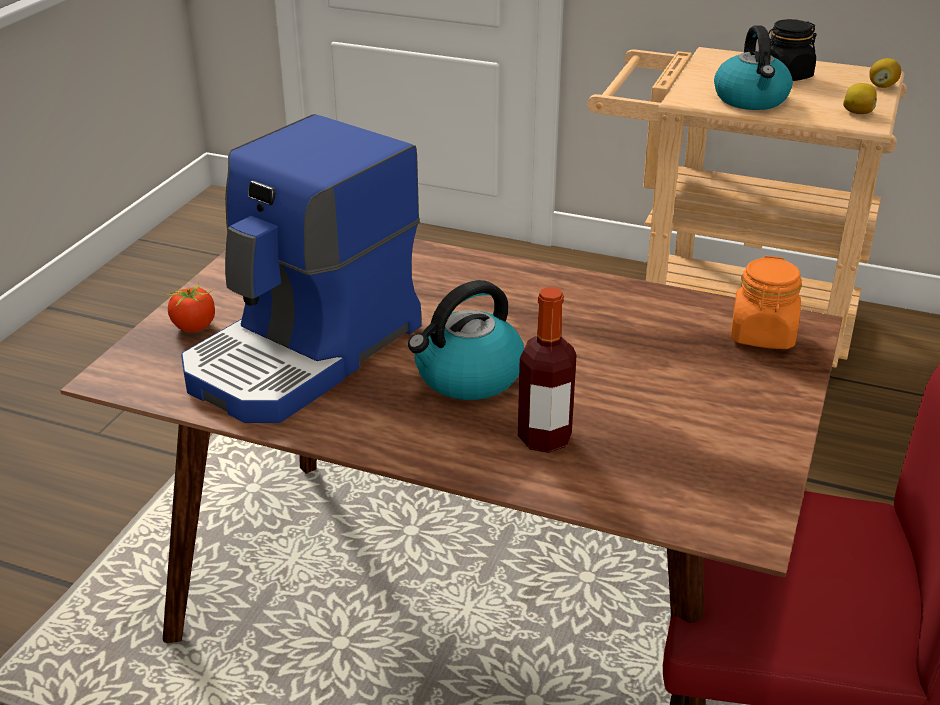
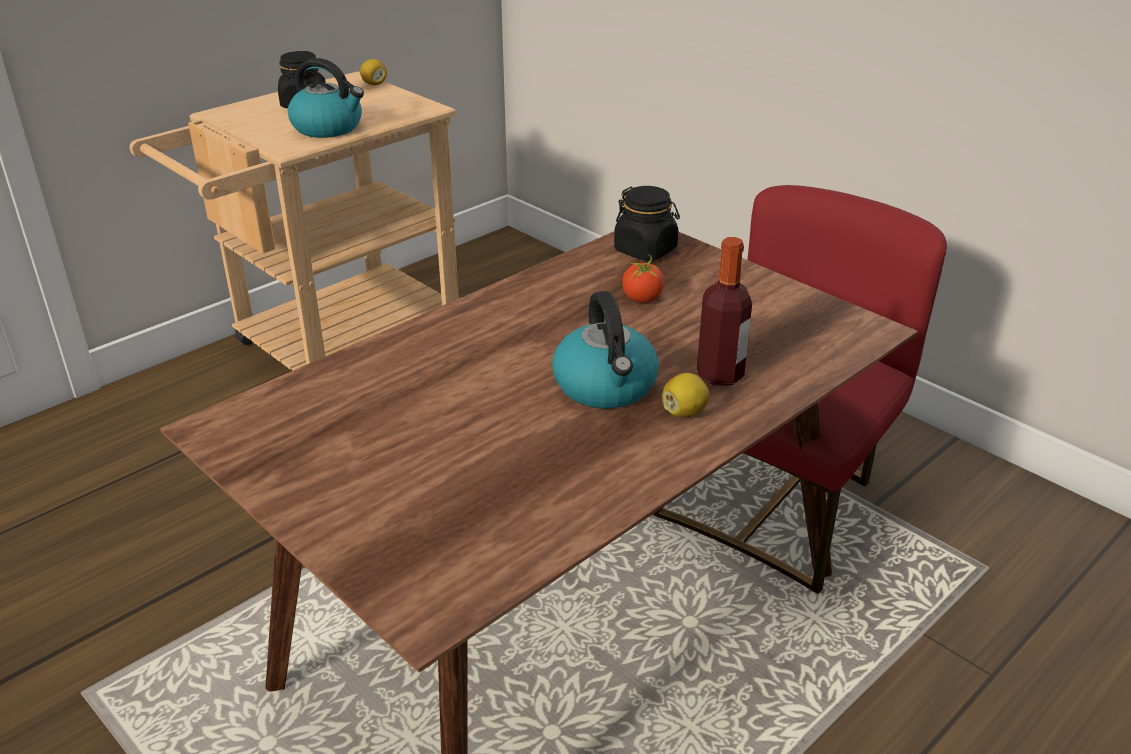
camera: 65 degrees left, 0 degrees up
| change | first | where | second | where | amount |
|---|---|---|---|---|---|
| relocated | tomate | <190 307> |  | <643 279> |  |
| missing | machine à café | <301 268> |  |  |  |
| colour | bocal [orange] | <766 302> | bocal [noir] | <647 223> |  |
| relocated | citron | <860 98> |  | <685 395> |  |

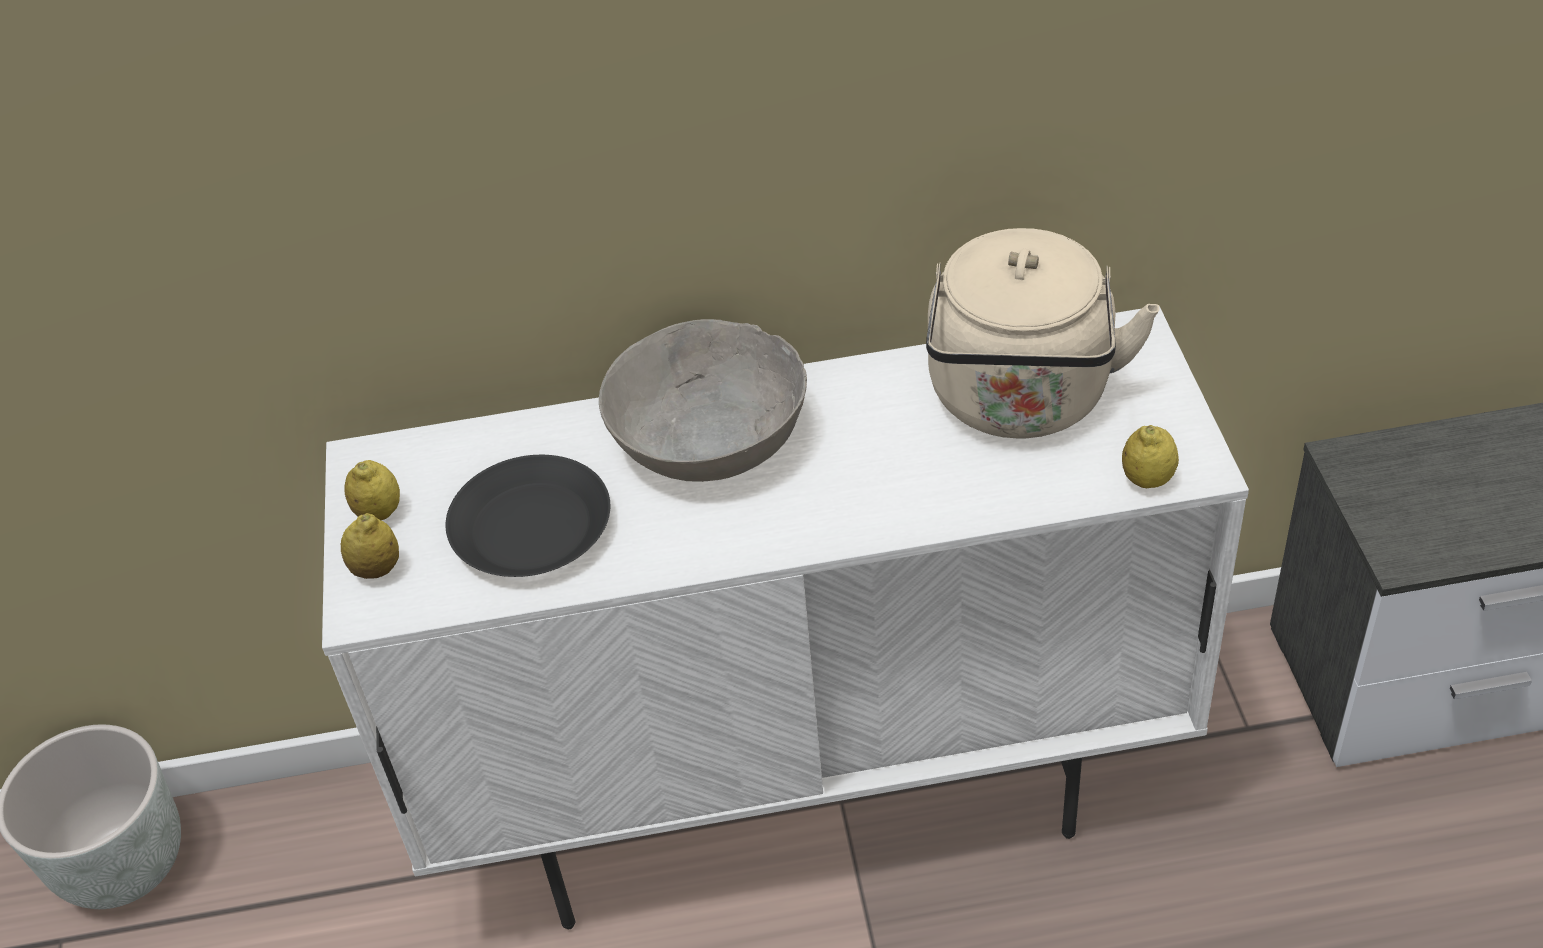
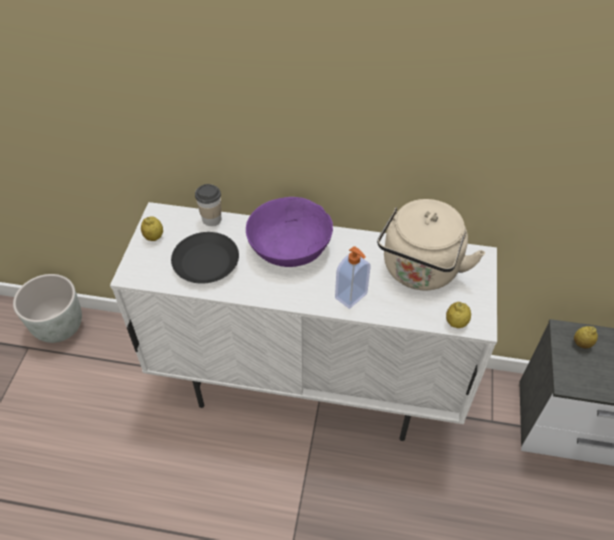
camera: 15 degrees right, 5 degrees up
| change | first | where | second | where | amount |
|---|---|---|---|---|---|
| relocated | citron | <370 546> |  | <586 337> |  |
| colour | bol [gris] | <703 400> | bol [violet] | <289 232> |  |
| appeared |  |  | tasse | <208 205> |  |
| appeared |  |  | distributeur de savon | <353 277> |  |

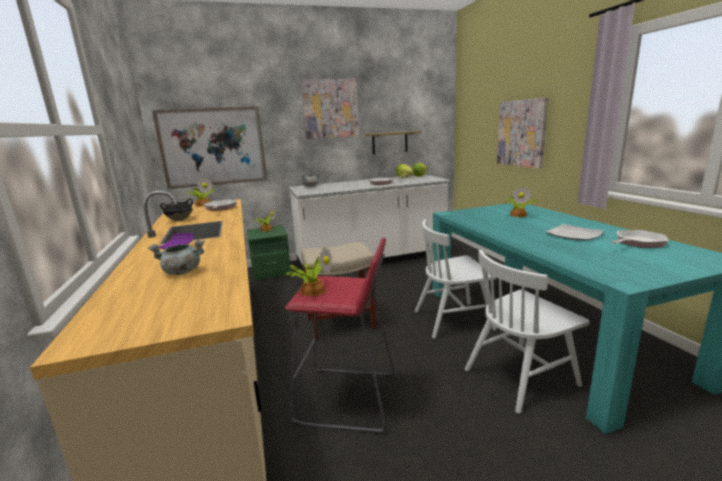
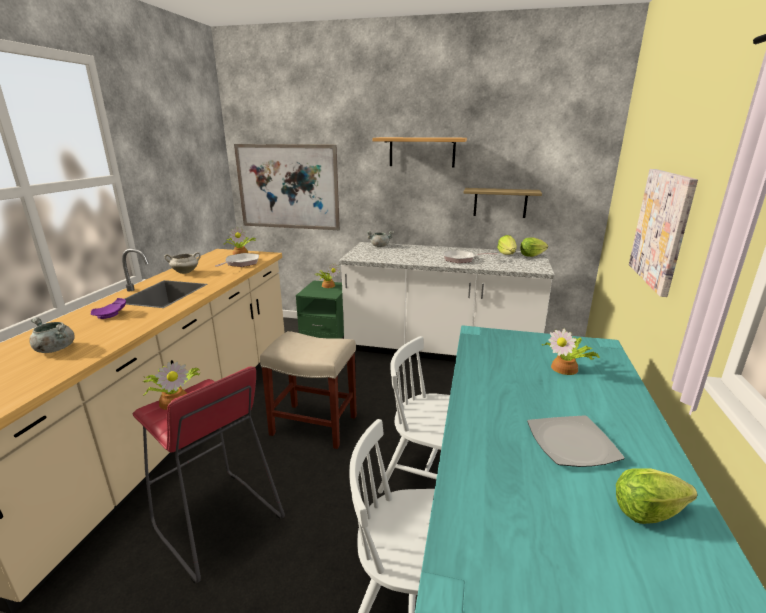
camera: 30 degrees right, 5 degrees up
| change | first | where | second | where | amount |
|---|---|---|---|---|---|
| colour | marmite [noir] | <176 209> | marmite [blanc] | <182 263> |  |
| exchanged | tableau | <330 109> | étagère | <419 152> |  |
| exchanged | poêle | <639 239> | laitue | <656 496> |  |

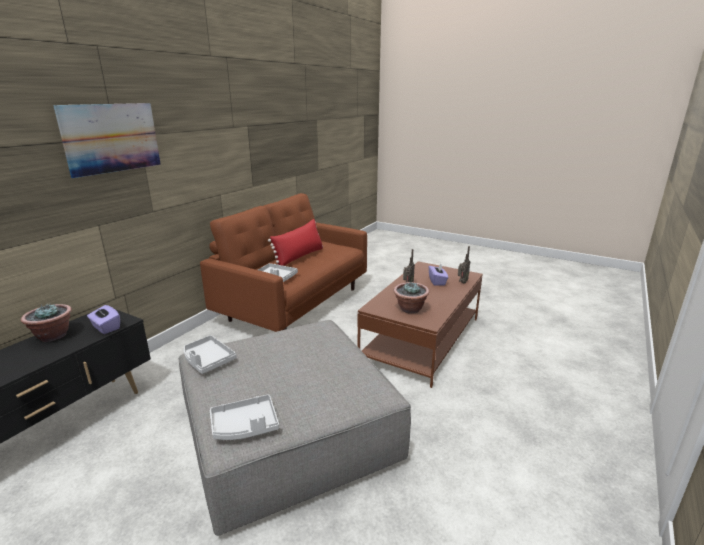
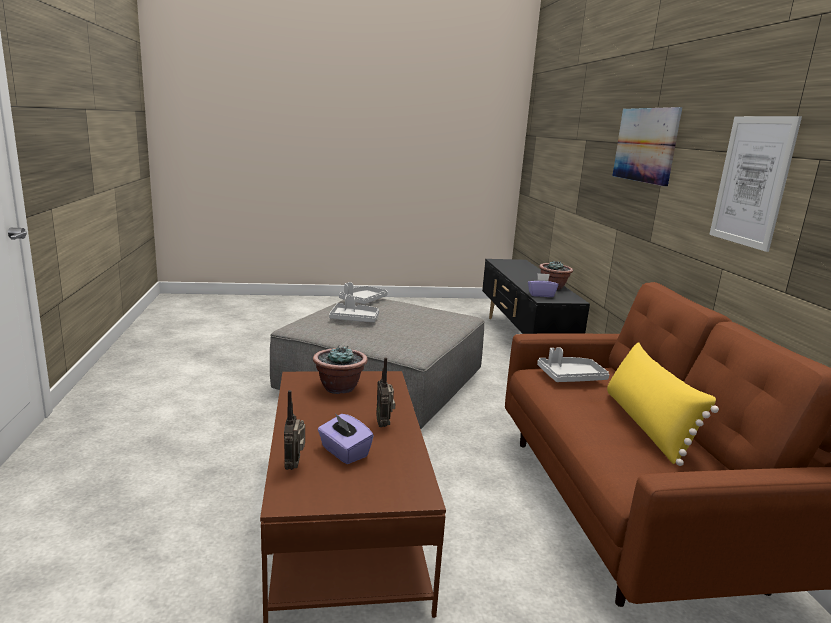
camera: 140 degrees right, 5 degrees down
| change | first | where | second | where | amount |
|---|---|---|---|---|---|
| relocated | plateau [gris] | <210 354> |  | <354 309> |  |
| colour | coussin [rouge] | <295 242> | coussin [jaune] | <663 404> |  |
| appeared |  |  | tableau | <755 184> |  |

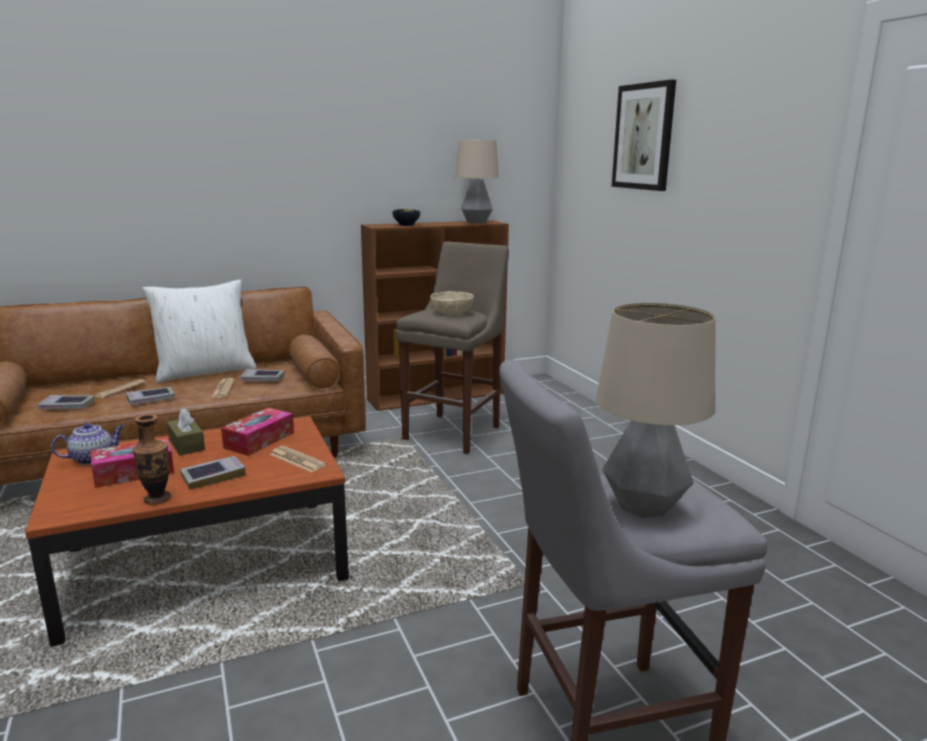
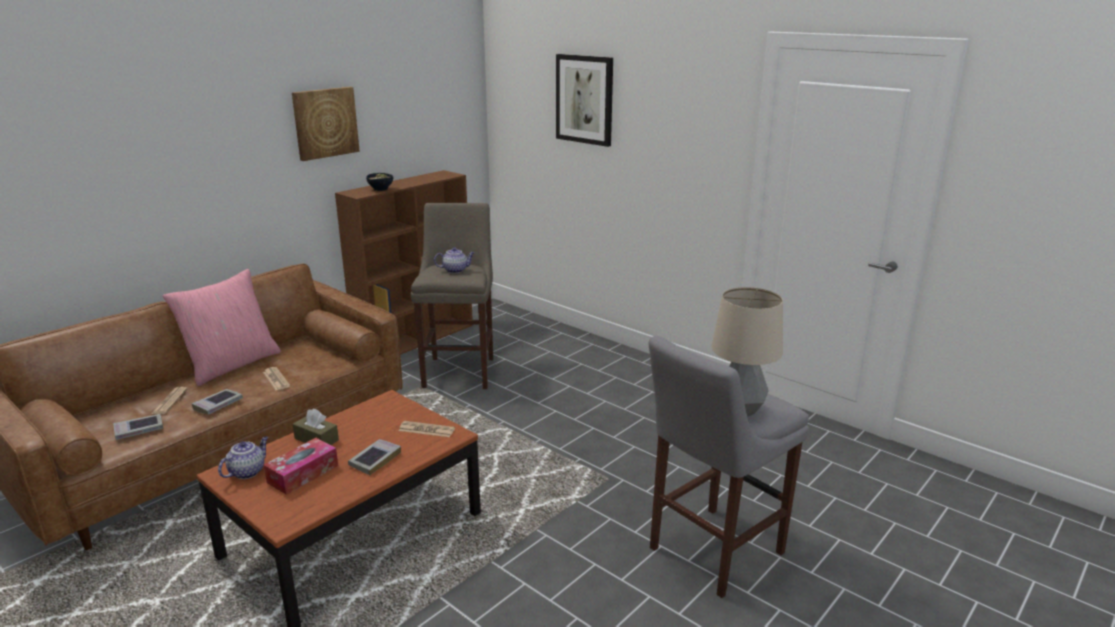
camera: 25 degrees left, 5 degrees up
| change | first | where | second | where | amount |
|---|---|---|---|---|---|
| missing | vase | <152 459> |  |  |  |
| colour | coussin [blanc] | <199 331> | coussin [rose] | <221 327> |  |
| missing | boîte à mouchoirs | <257 432> |  |  |  |
| missing | livre | <262 375> |  |  |  |
| exchanged | bol [beige] | <452 303> | théière | <454 260> |  |
| missing | lampe de table | <477 181> |  |  |  |
| appeared |  |  | tableau | <326 124> |  |

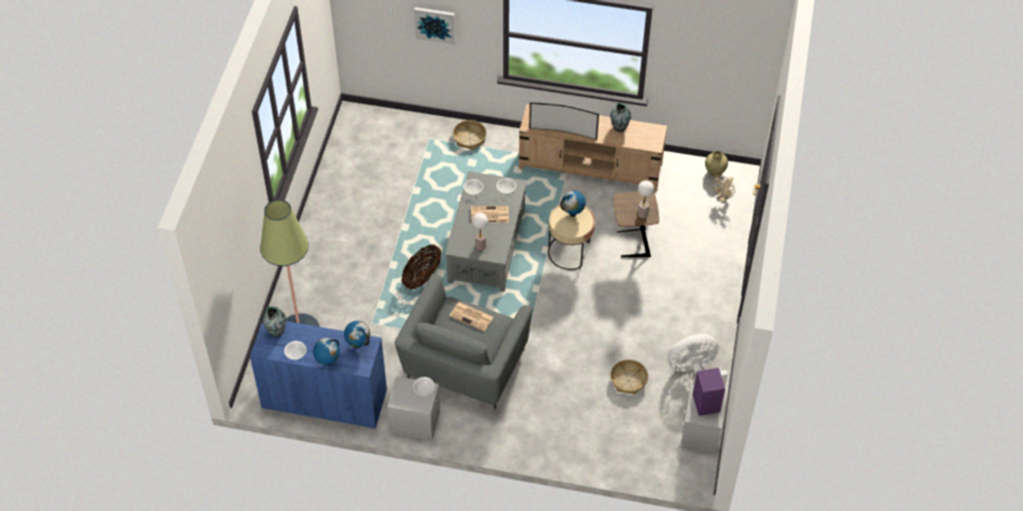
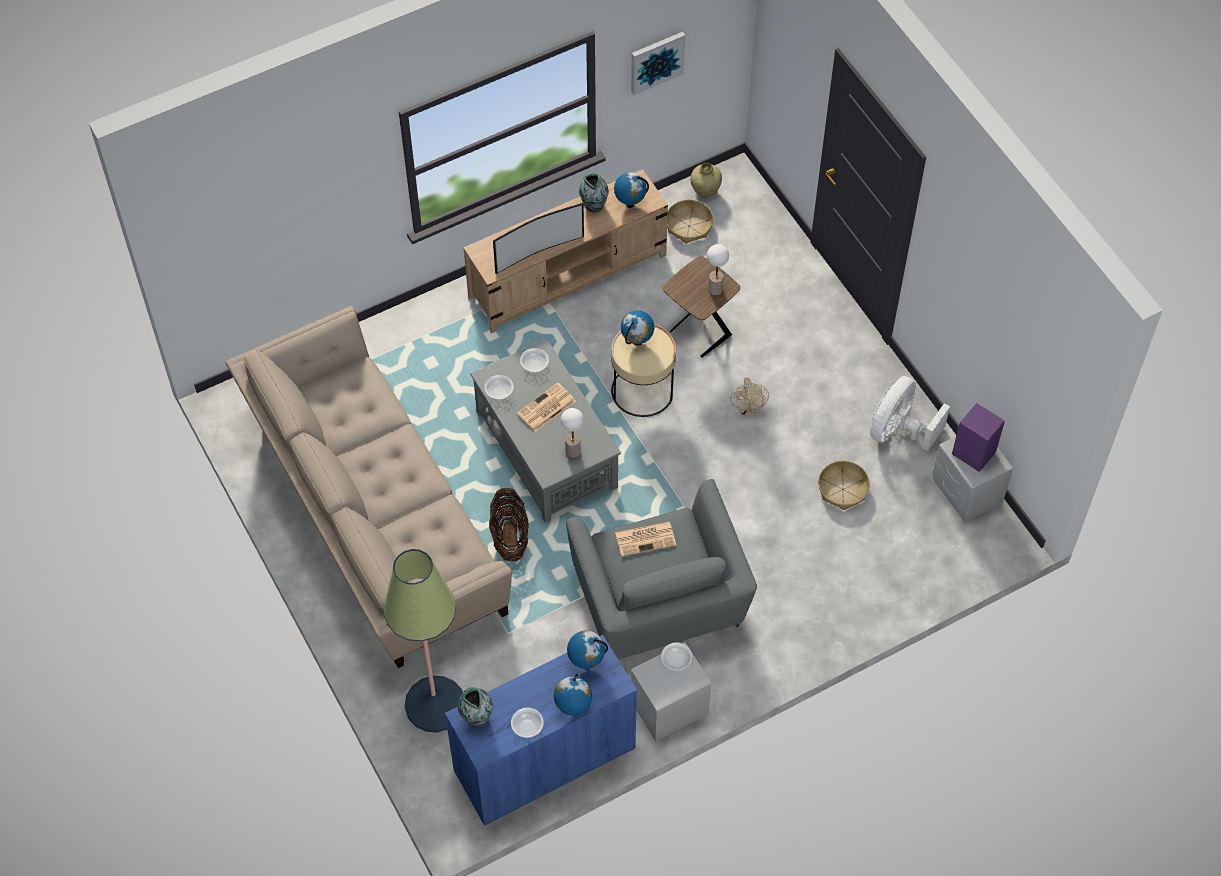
camera: 40 degrees left, 5 degrees up
| change | first | where | second | where | amount |
|---|---|---|---|---|---|
| relocated | tableau | <435 25> |  | <658 63> |  |
| relocated | panier | <469 135> |  | <690 221> |  |
| relocated | ventilateur [beige] | <723 189> |  | <749 396> |  |
| appeared |  |  | canapé [beige] | <369 487> |  |
| appeared |  |  | globe | <631 190> |  |

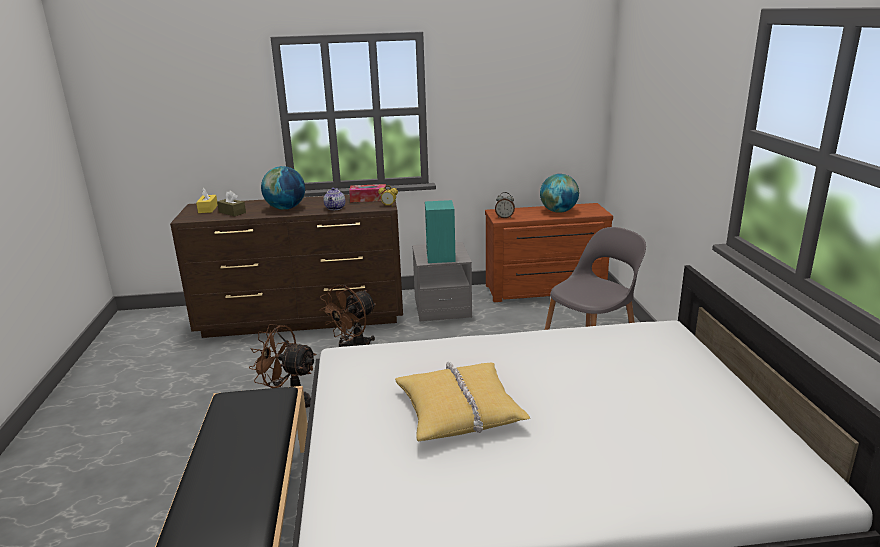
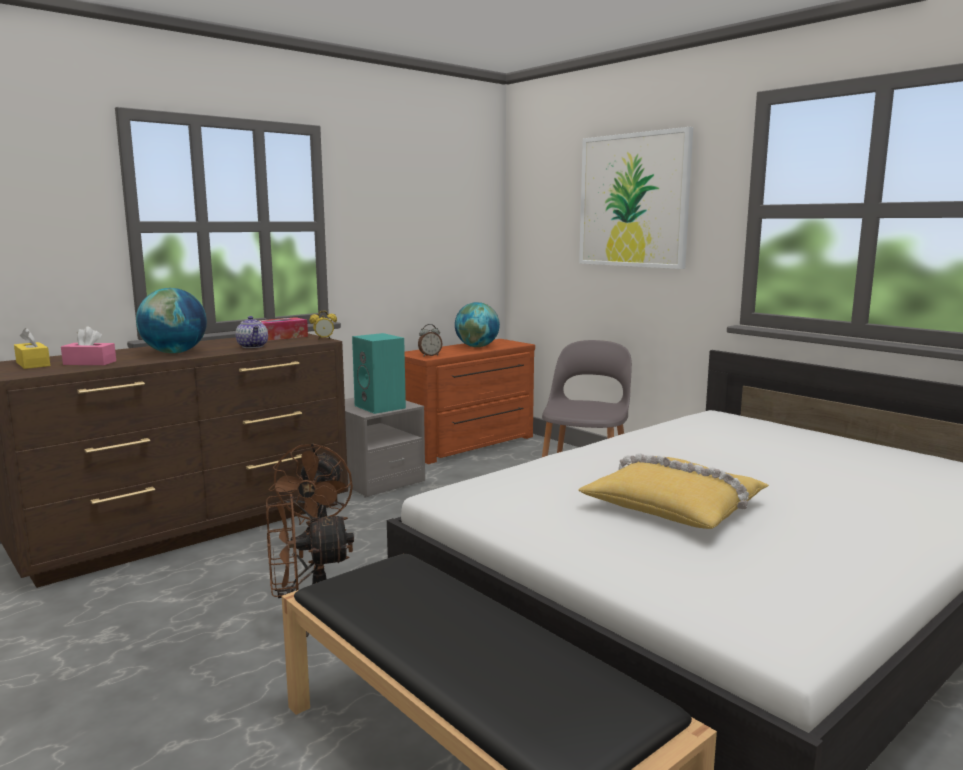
camera: 35 degrees left, 10 degrees down
| change | first | where | second | where | amount |
|---|---|---|---|---|---|
| colour | boîte à mouchoirs [marron] | <231 203> | boîte à mouchoirs [rose] | <88 345> |  |
| appeared |  |  | tableau | <636 198> |  |

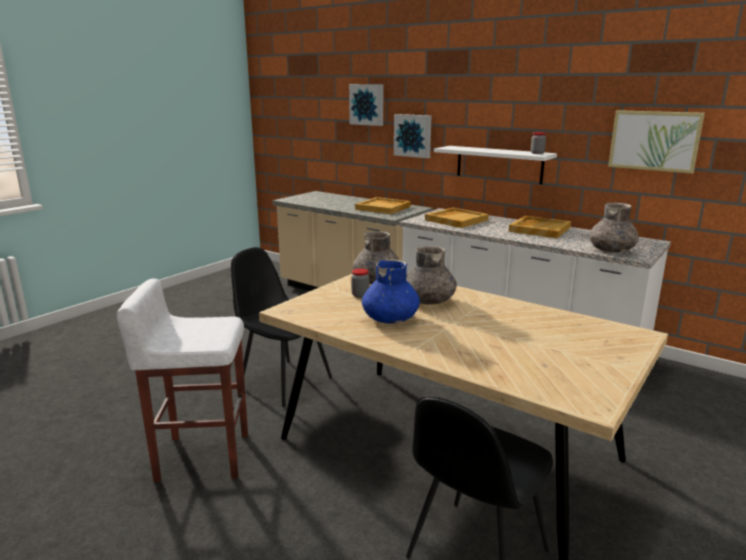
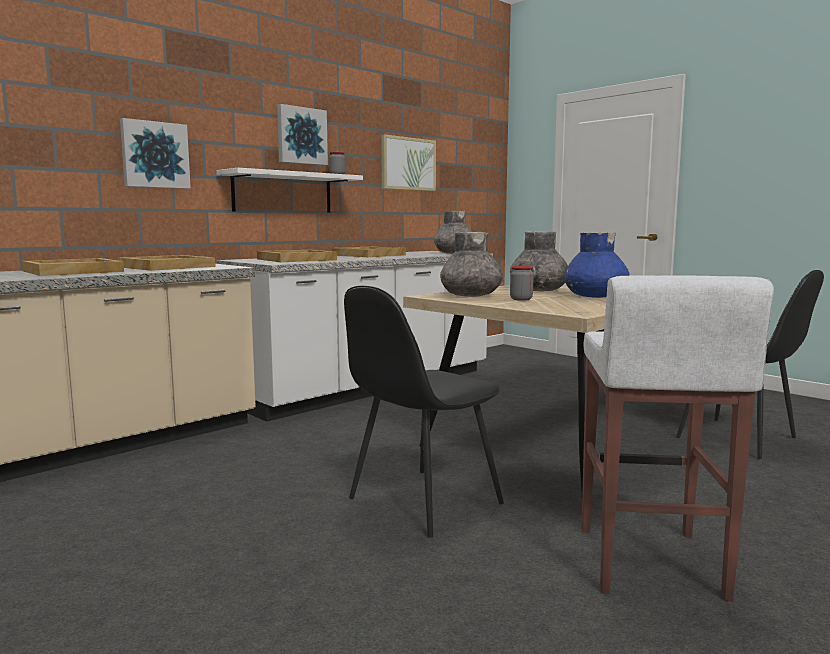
camera: 80 degrees left, 10 degrees down
| change | first | where | second | where | amount |
|---|---|---|---|---|---|
| relocated | tableau | <366 105> |  | <302 134> |  |
| appeared |  |  | plateau [beige] | <73 267> |  |

